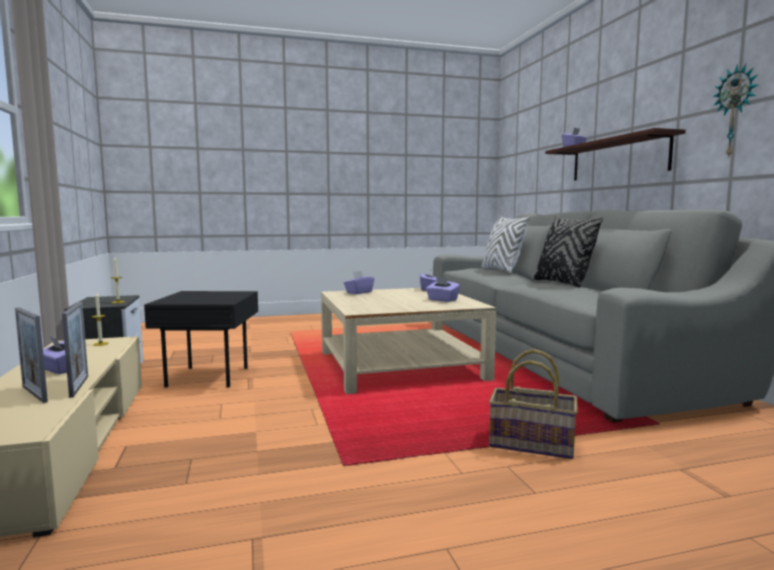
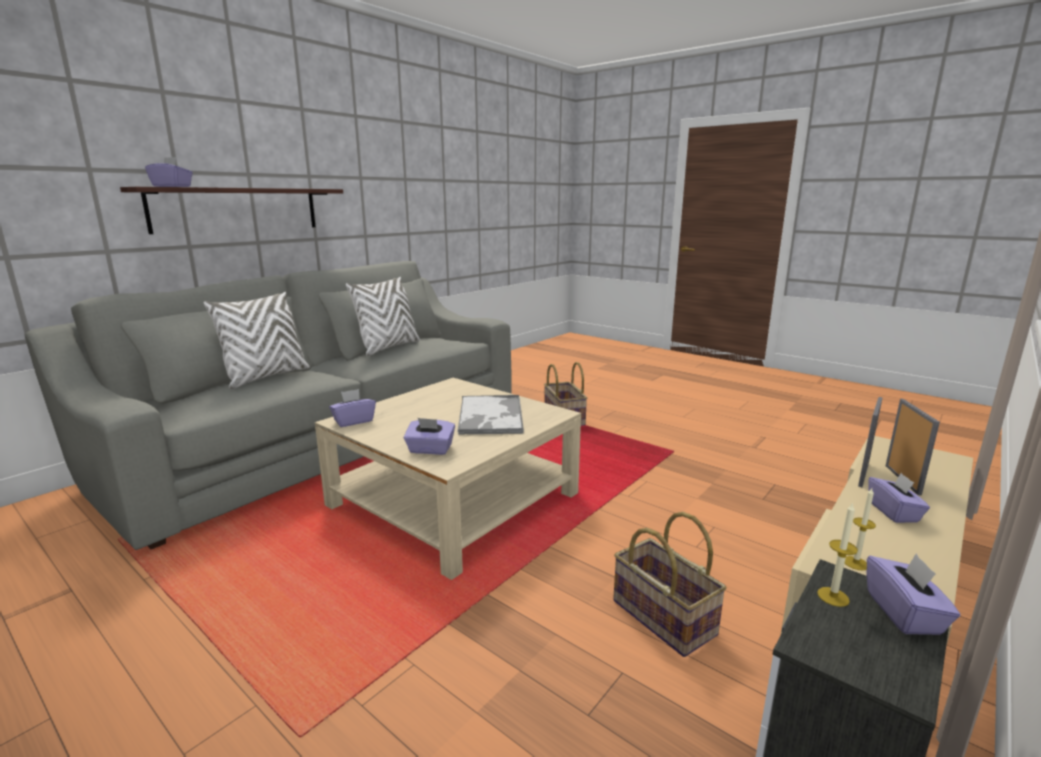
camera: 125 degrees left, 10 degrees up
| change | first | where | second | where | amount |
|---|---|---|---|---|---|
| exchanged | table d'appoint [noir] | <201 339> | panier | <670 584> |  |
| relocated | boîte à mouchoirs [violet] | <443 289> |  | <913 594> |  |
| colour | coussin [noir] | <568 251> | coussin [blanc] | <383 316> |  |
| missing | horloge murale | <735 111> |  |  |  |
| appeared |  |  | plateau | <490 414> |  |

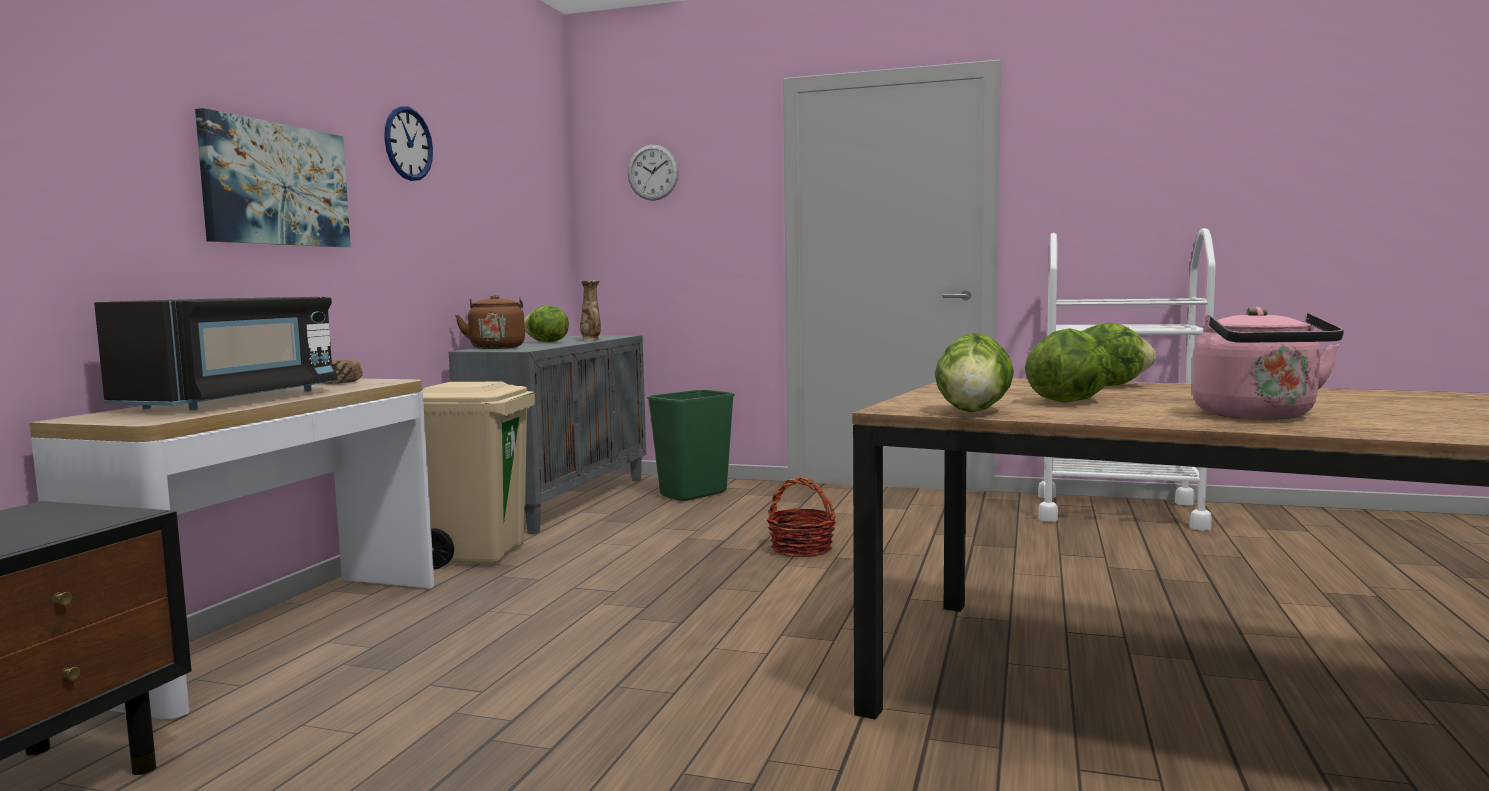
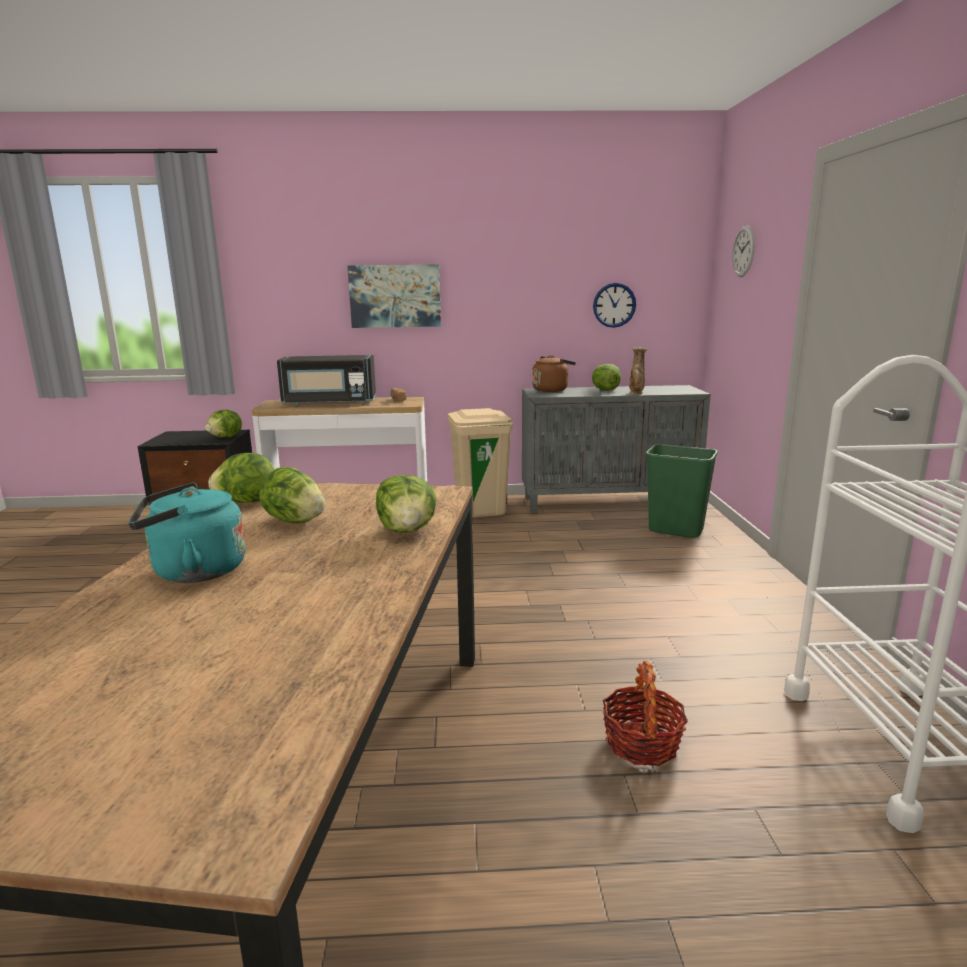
camera: 70 degrees right, 10 degrees up
| change | first | where | second | where | amount |
|---|---|---|---|---|---|
| relocated | horloge murale | <408 144> |  | <614 305> |  |
| relocated | panier | <801 517> |  | <645 713> |  |
| colour | bouilloire [rose] | <1268 363> | bouilloire [turquoise] | <187 532> |  |
| appeared |  |  | laitue | <223 424> |  |

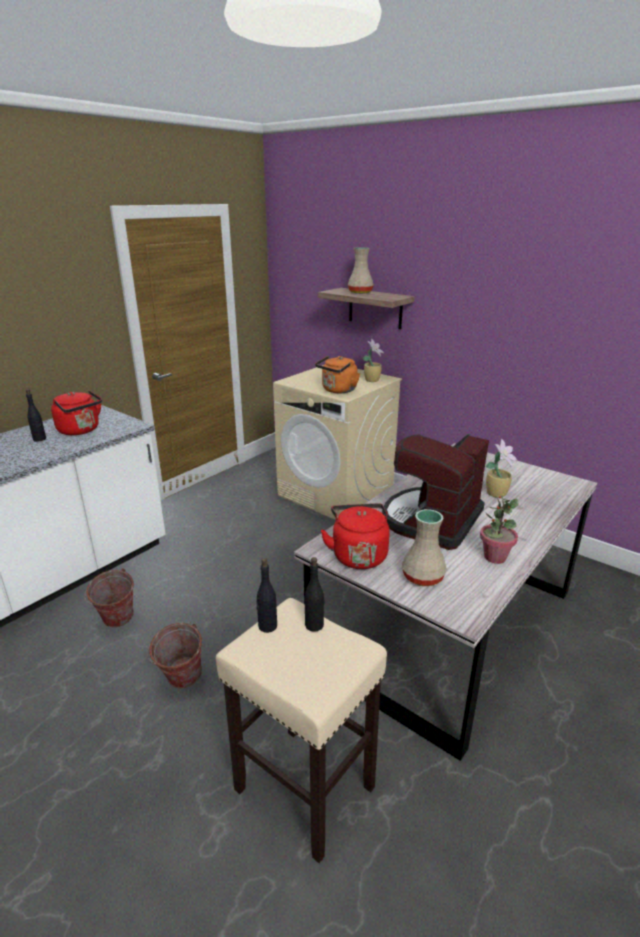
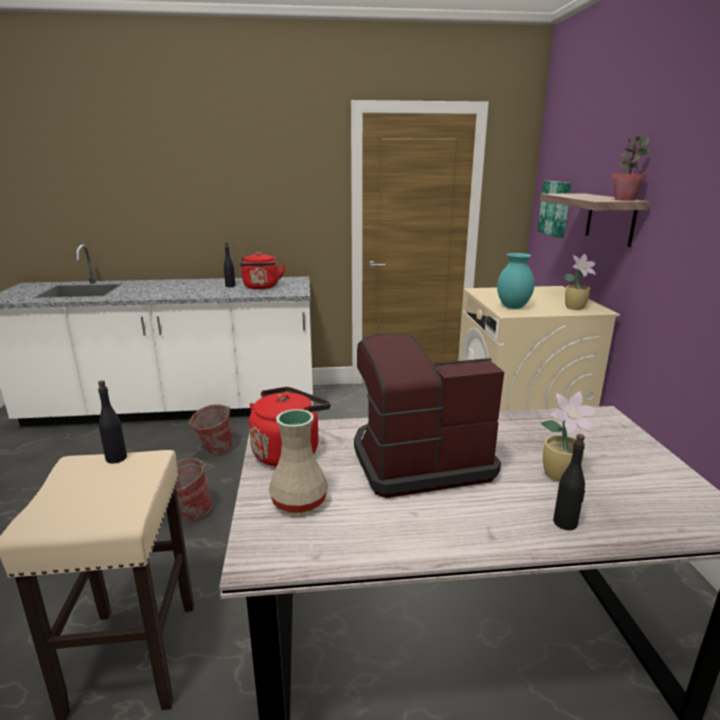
camera: 45 degrees right, 5 degrees down
| change | first | where | second | where | amount |
|---|---|---|---|---|---|
| relocated | bouteille [noir] | <315 594> |  | <569 482> |  |
| exchanged | bouilloire [orange] | <337 374> | vase [turquoise] | <516 281> |  |
| missing | vase [beige] | <361 270> |  |  |  |
| relocated | plante en pot | <499 530> |  | <630 168> |  |
| appeared |  |  | tableau | <554 209> |  |

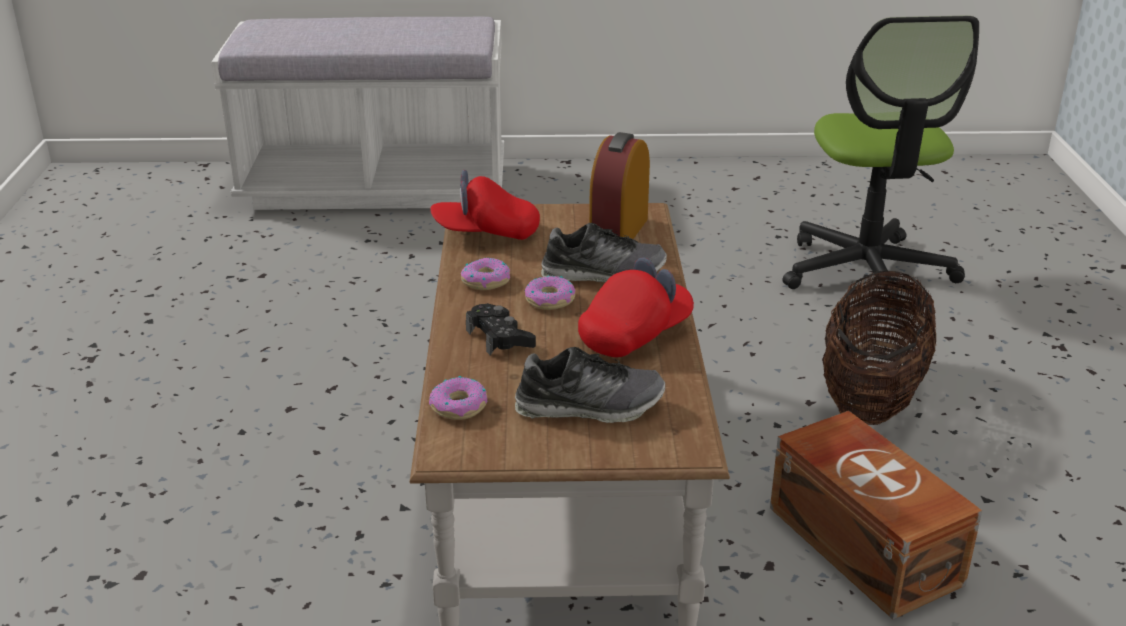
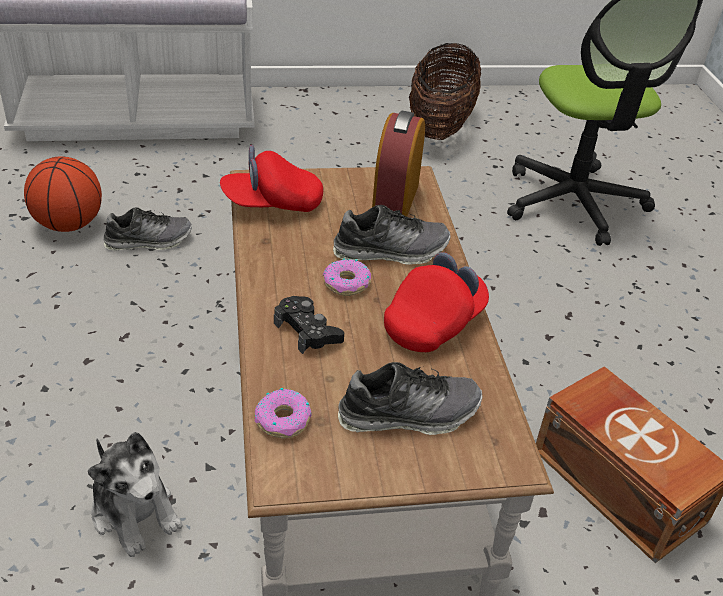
camera: 10 degrees left, 10 degrees up
| change | first | where | second | where | amount |
|---|---|---|---|---|---|
| missing | beignet | <485 274> |  |  |  |
| relocated | panier | <879 347> |  | <445 91> |  |
| appeared |  |  | ballon de basket | <63 194> |  |
| appeared |  |  | peluche | <135 494> |  |
| appeared |  |  | chaussure | <147 229> |  |

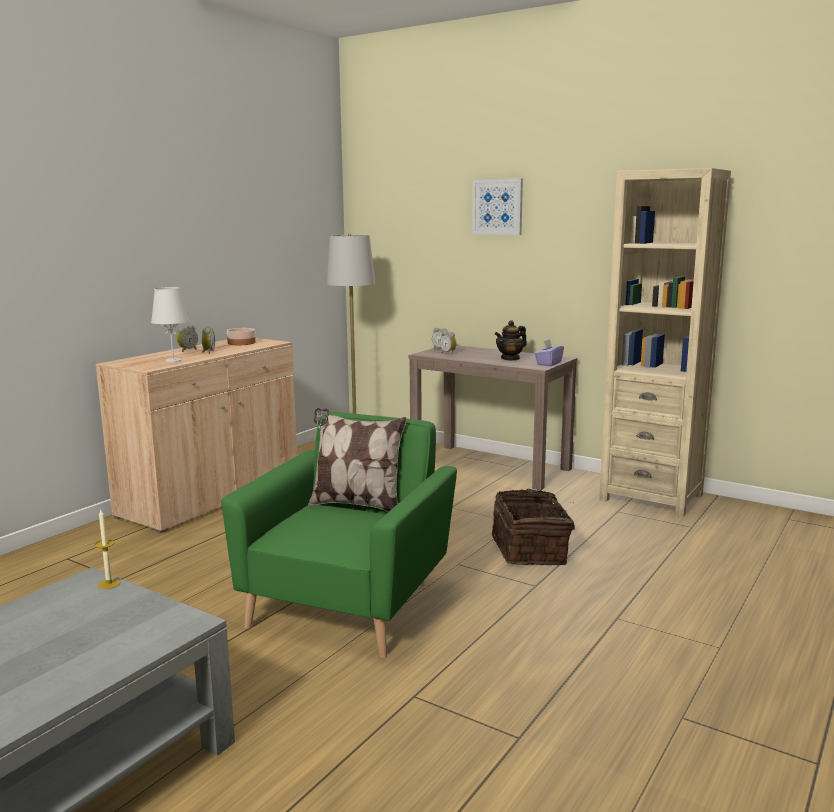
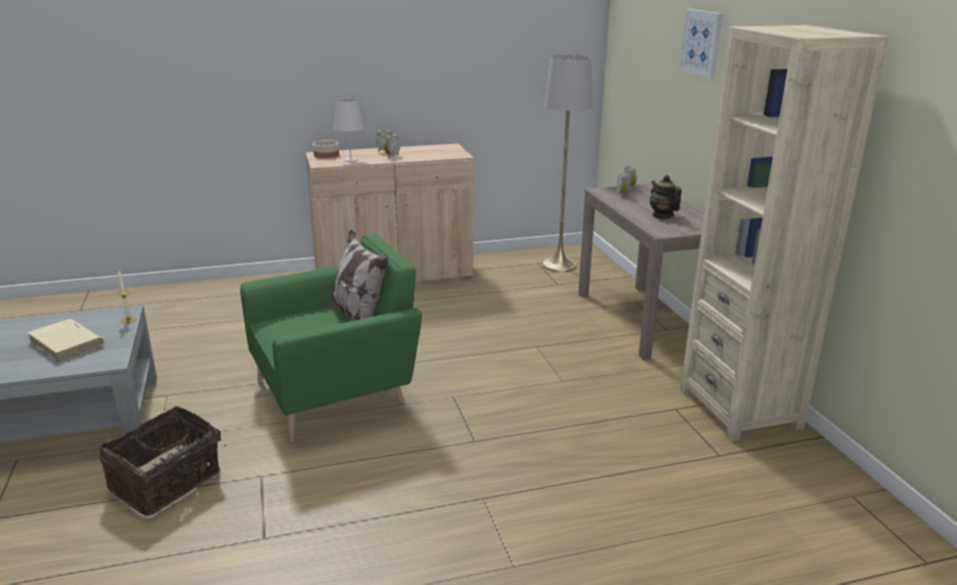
camera: 40 degrees right, 10 degrees up
| change | first | where | second | where | amount |
|---|---|---|---|---|---|
| relocated | bol | <241 336> |  | <326 149> |  |
| relocated | panier | <533 527> |  | <162 461> |  |
| spun | théière | <511 340> |  | <666 197> | 60 degrees clockwise |
| missing | boîte à mouchoirs [violet] | <549 352> |  |  |  |
| appeared |  |  | livre [beige] | <65 340> |  |

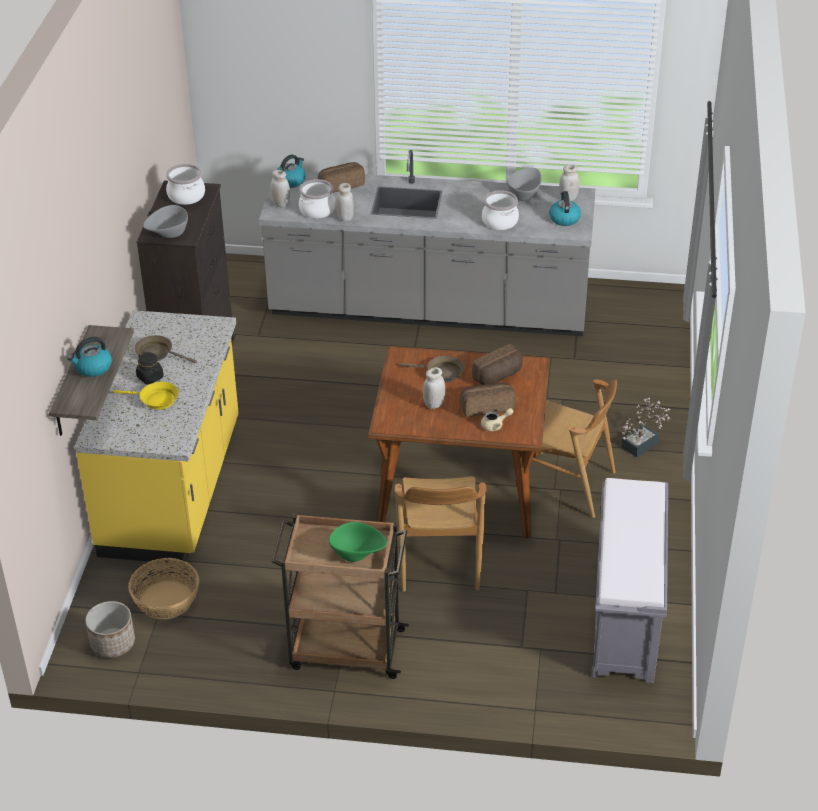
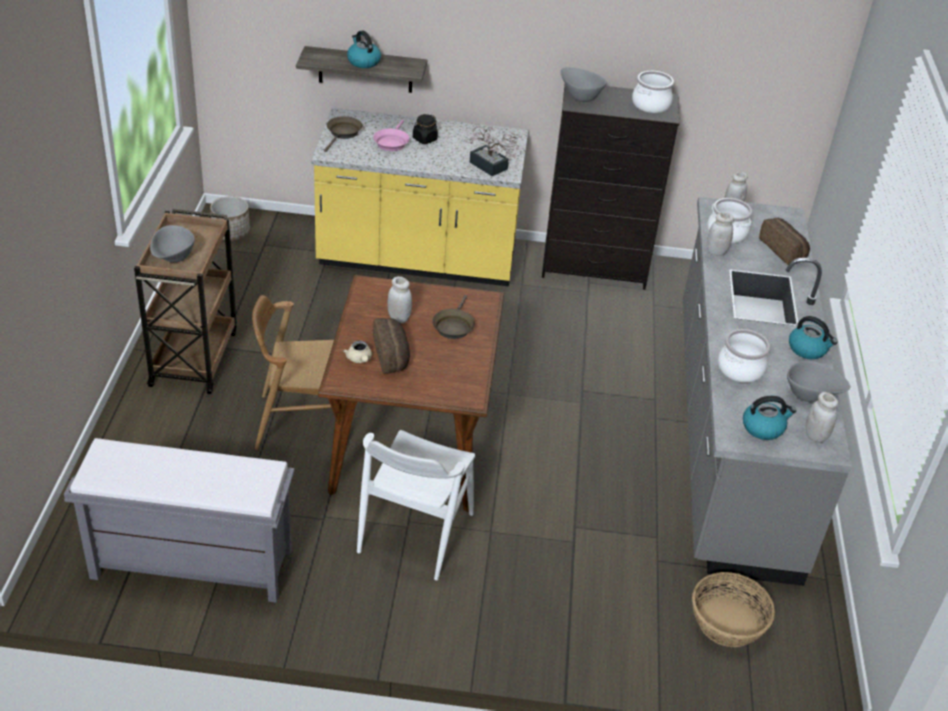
camera: 85 degrees right, 0 degrees up
| change | first | where | second | where | amount |
|---|---|---|---|---|---|
| colour | poêle [jaune] | <146 396> | poêle [rose] | <391 135> |  |
| relocated | panier | <163 588> |  | <733 609> |  |
| relocated | poêle [marron] | <165 349> |  | <343 134> |  |
| relocated | bouilloire | <291 171> |  | <813 337> |  |
| colour | bol [vert] | <358 542> | bol [gris] | <172 244> |  |
| missing | pain | <497 364> |  |  |  |
| colour | chaise [marron] | <567 448> | chaise [blanc] | <416 505> |  |
| relocated | plante en pot | <645 427> |  | <493 150> |  |

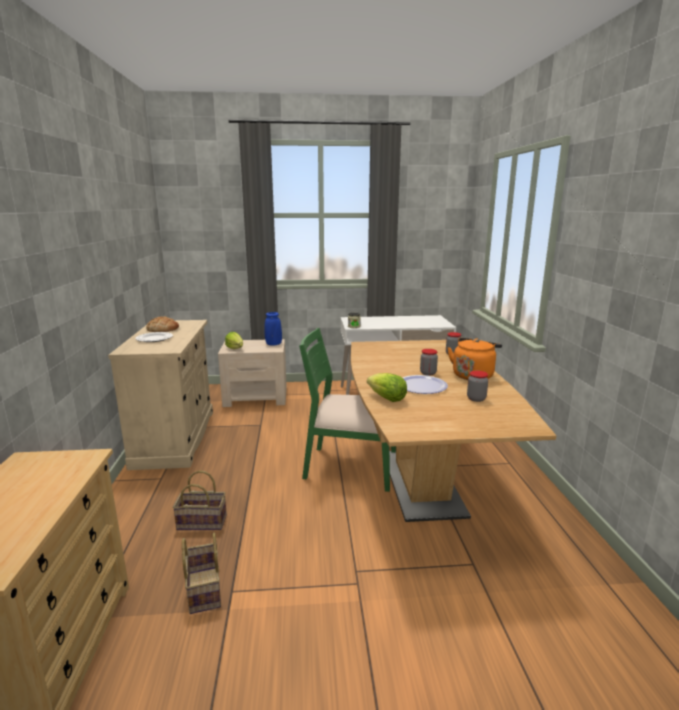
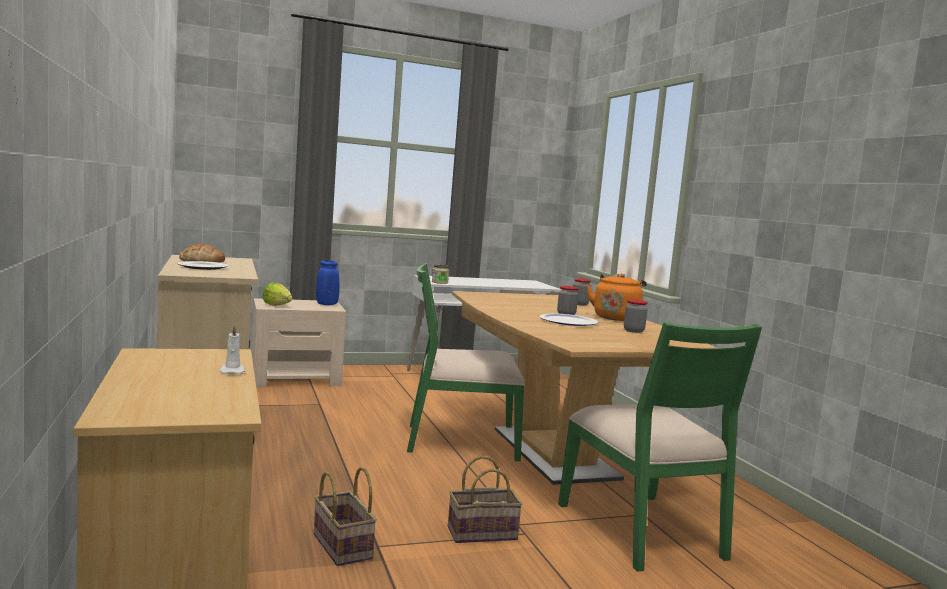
camera: 15 degrees left, 10 degrees down
| change | first | where | second | where | amount |
|---|---|---|---|---|---|
| relocated | panier | <200 500> |  | <485 499> |  |
| missing | laitue | <387 387> |  |  |  |
| appeared |  |  | bougie [blanc] | <232 349> |  |
| appeared |  |  | chaise [vert] | <660 447> |  |

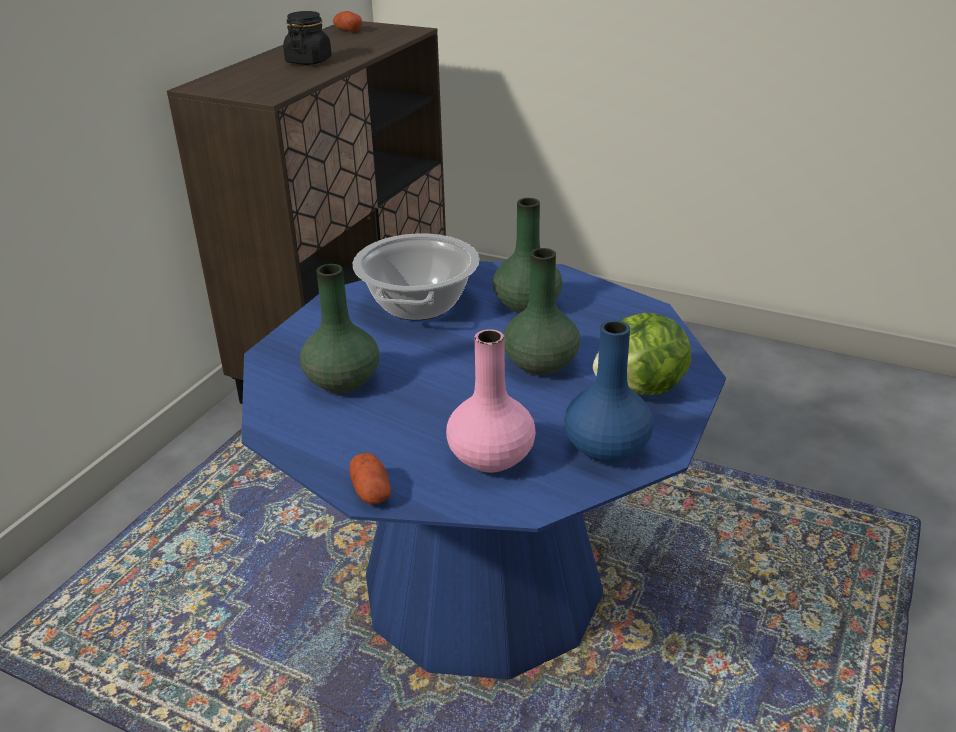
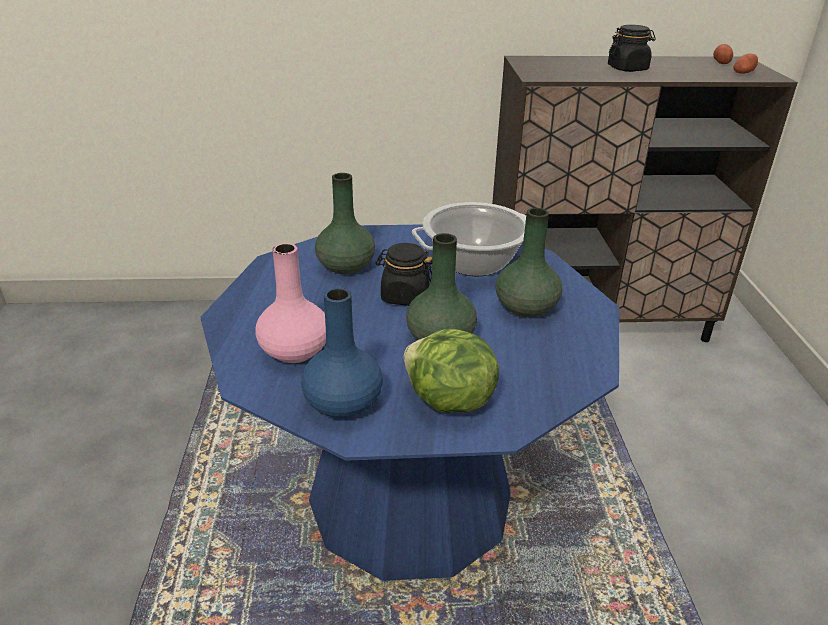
camera: 60 degrees right, 0 degrees up
| change | first | where | second | where | amount |
|---|---|---|---|---|---|
| relocated | pomme de terre | <370 479> |  | <746 64> |  |
| appeared |  |  | bocal [noir] | <404 274> |  |

